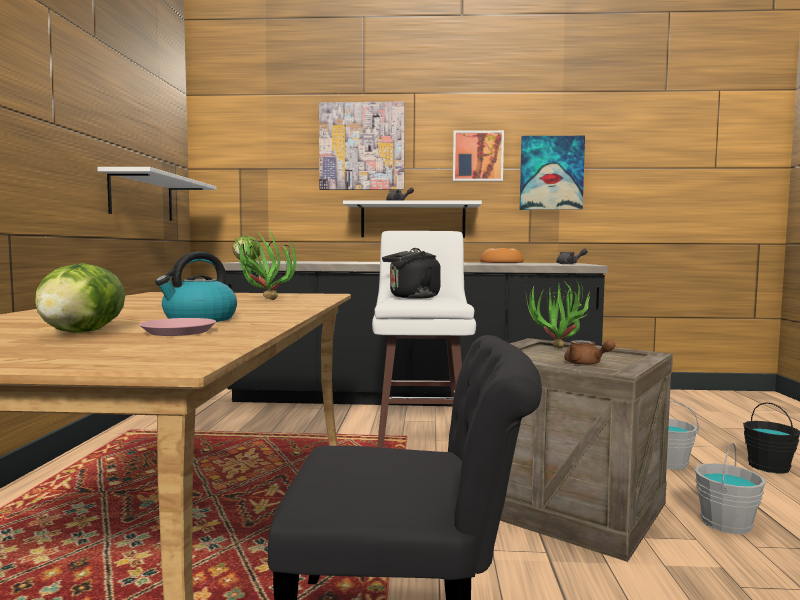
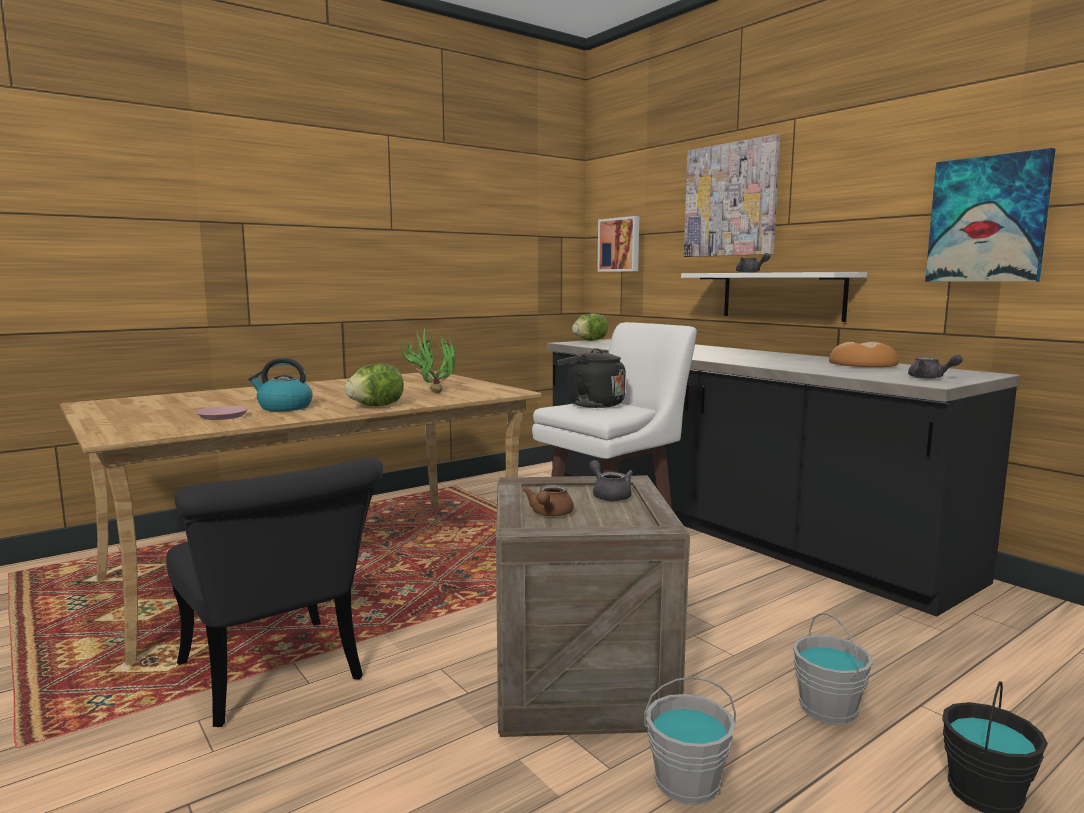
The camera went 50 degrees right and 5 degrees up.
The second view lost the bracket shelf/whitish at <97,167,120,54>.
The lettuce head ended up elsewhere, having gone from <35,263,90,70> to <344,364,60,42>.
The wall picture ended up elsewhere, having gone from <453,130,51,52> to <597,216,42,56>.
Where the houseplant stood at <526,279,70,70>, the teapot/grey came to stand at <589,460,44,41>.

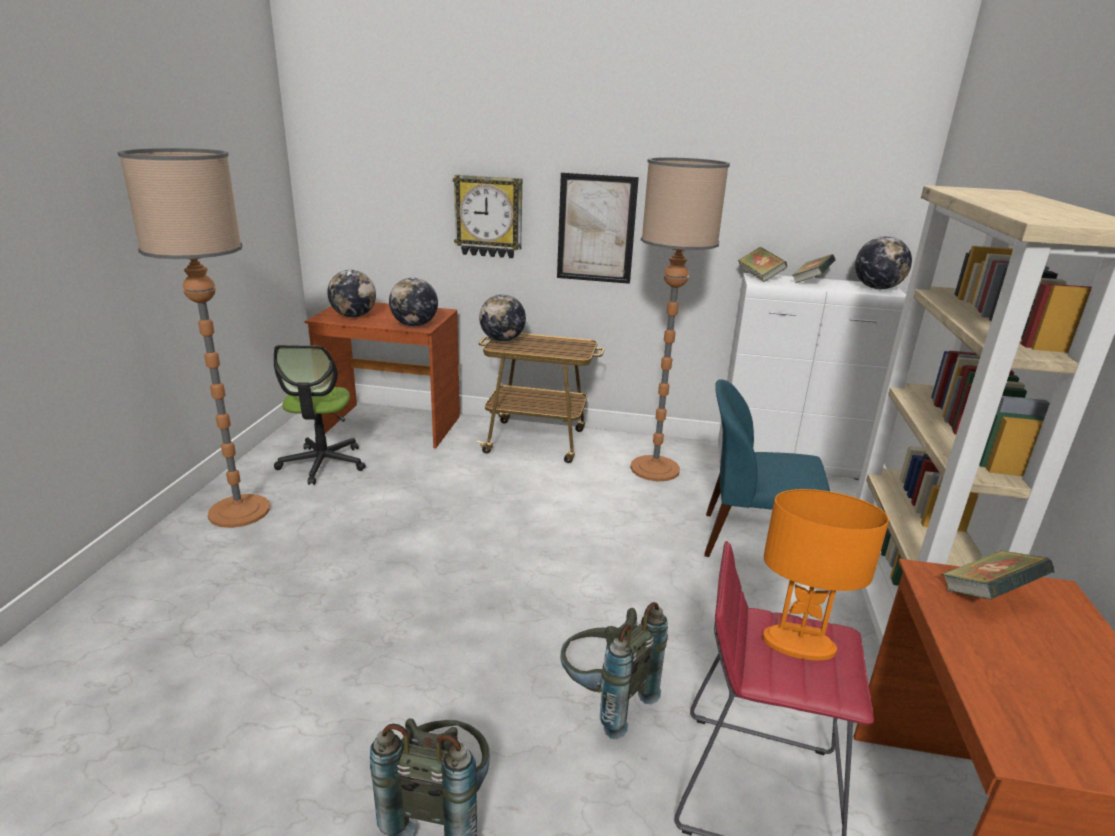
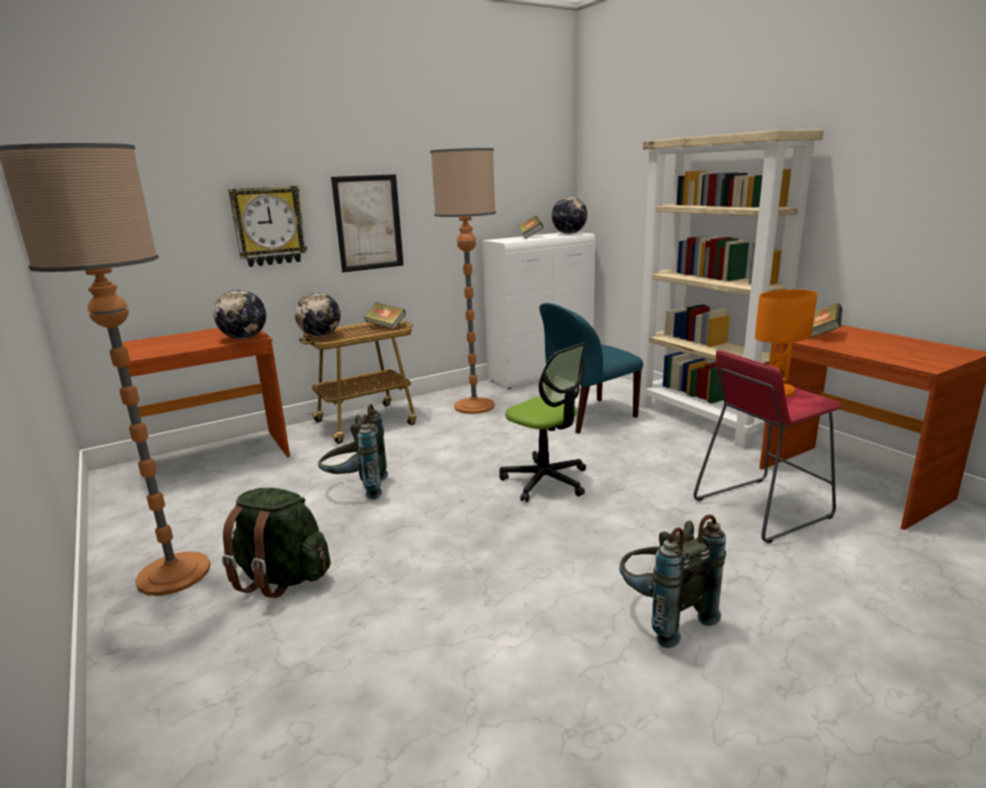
The camera went 40 degrees left and 5 degrees down.
The second view lost the desk globe at <327,270,49,47>.
The second view gained the backpack/greenish at <222,488,108,110>.
The desk chair ended up elsewhere, having gone from <274,345,92,140> to <499,343,87,159>.
The backpack/grey ended up elsewhere, having gone from <561,602,107,137> to <318,404,70,95>.
The volume ended up elsewhere, having gone from <738,247,49,35> to <364,302,42,28>.

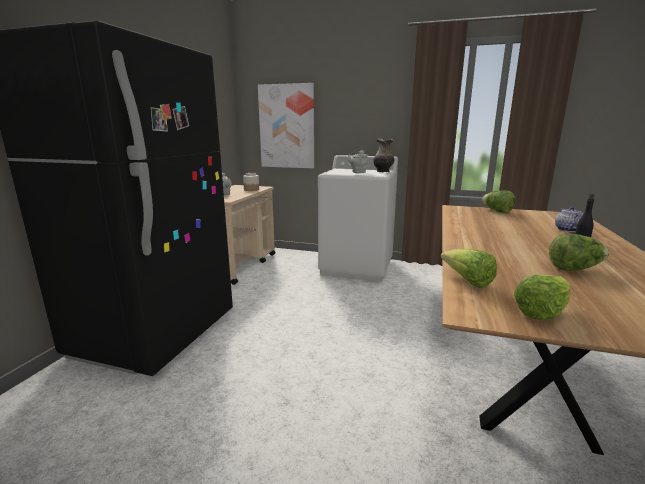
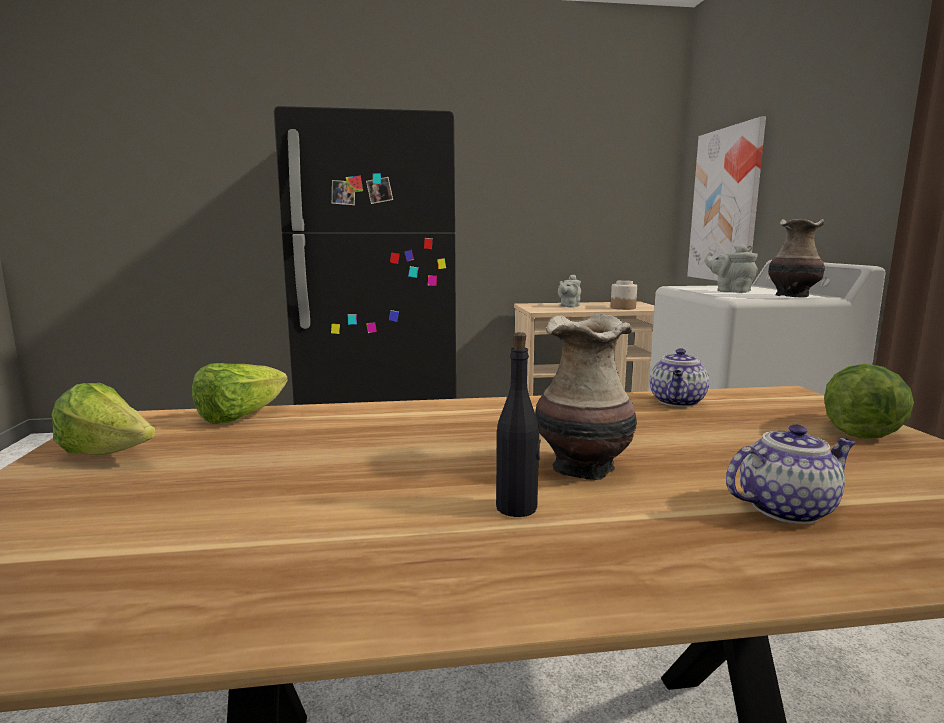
The camera went 65 degrees right and 5 degrees down.
The second view lost the lettuce head at <549,234,60,37>.
The second view gained the decorative vase at <535,314,102,166>.
The second view gained the teapot at <650,348,59,59>.

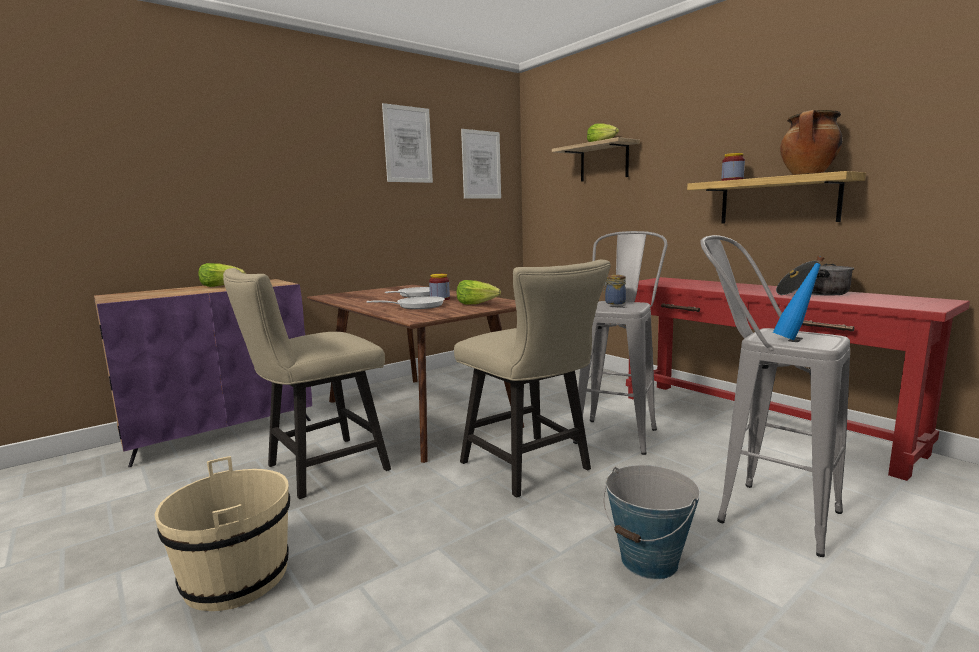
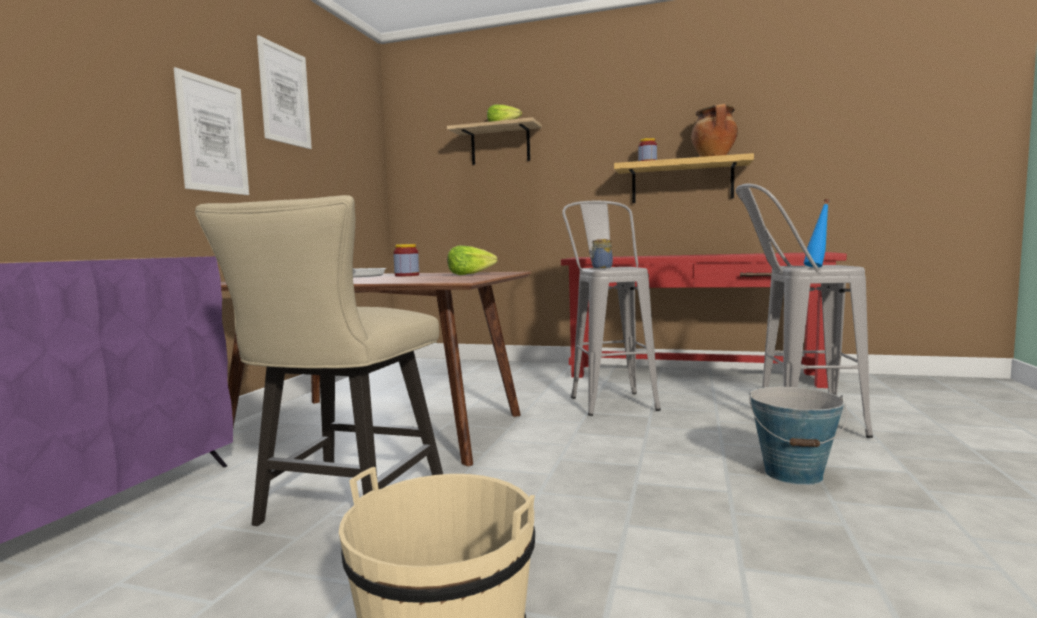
The camera went 35 degrees left and 5 degrees down.
The second view lost the lettuce head at <198,263,47,24>.
The second view lost the skillet at <366,296,79,13>.
The second view lost the plain chair/beige at <454,260,157,237>.
The second view lost the saucepot at <776,261,78,34>.
The wall picture ended up elsewhere, having gone from <461,129,40,70> to <174,67,75,128>.

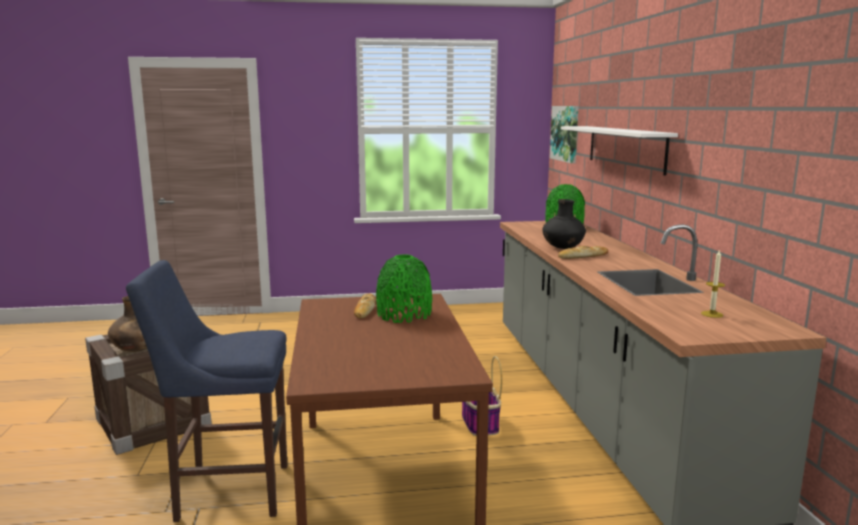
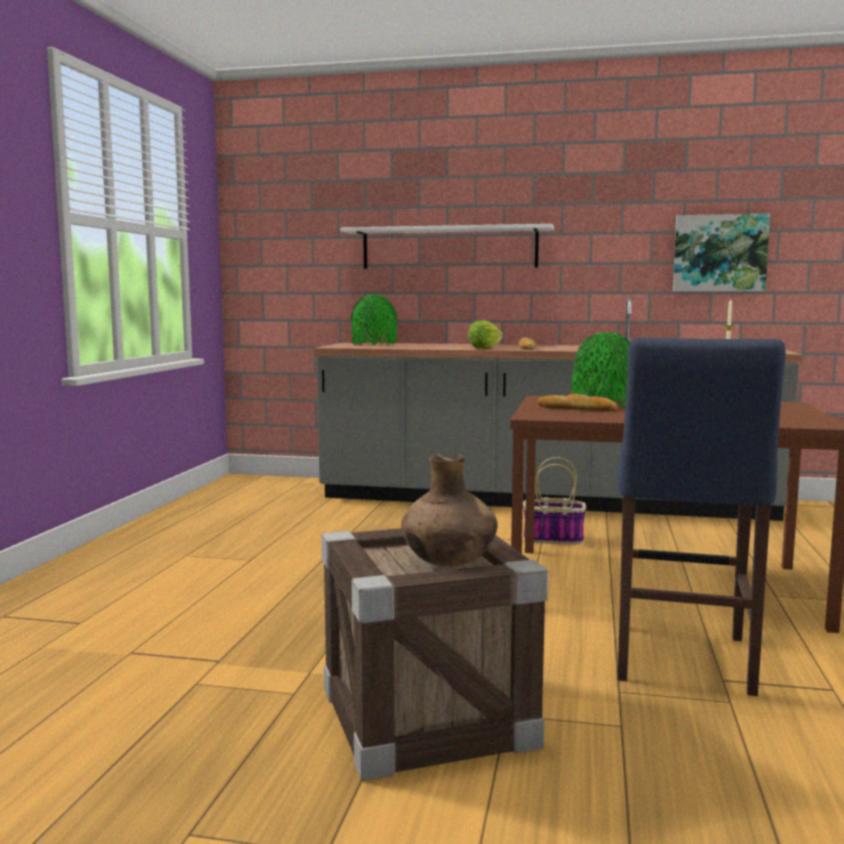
The camera went 70 degrees left and 5 degrees down.
The wall picture ended up elsewhere, having gone from <550,106,29,57> to <673,214,97,77>.
Where the decorative vase/blackish stood at <542,199,44,50>, the lettuce head came to stand at <468,320,35,29>.

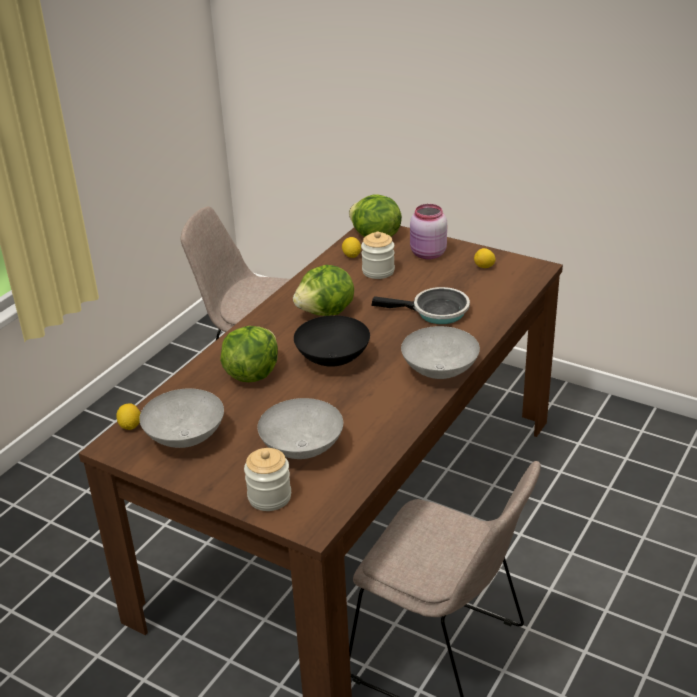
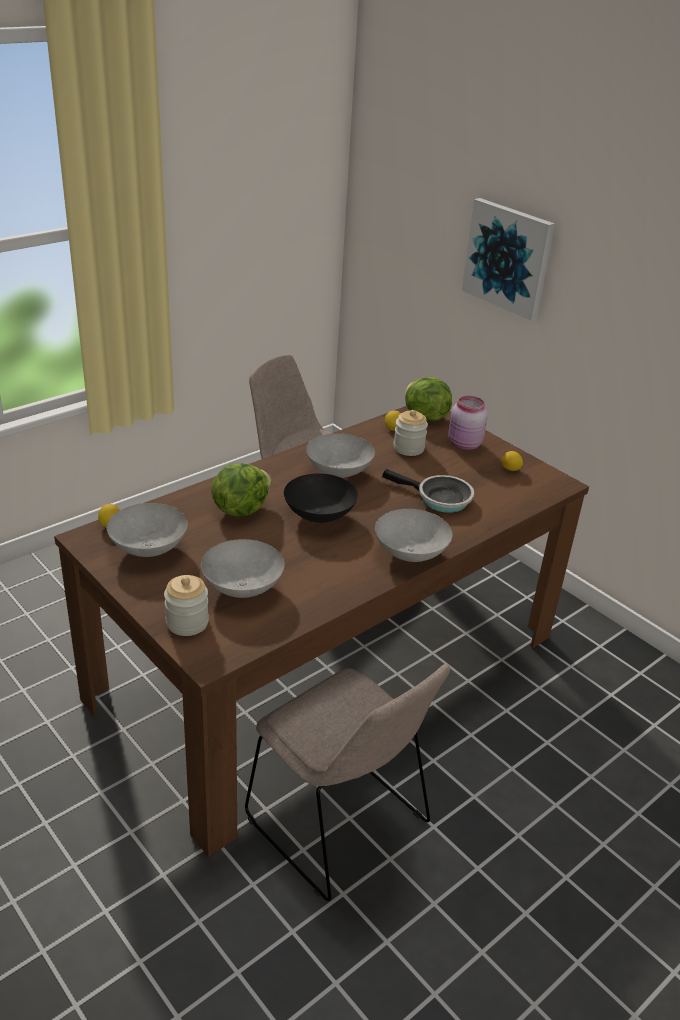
The camera went 15 degrees right and 0 degrees up.
The second view gained the wall picture at <462,198,93,123>.
Where the lettuce head stood at <293,265,61,51>, the deep dish/grey came to stand at <306,433,69,45>.

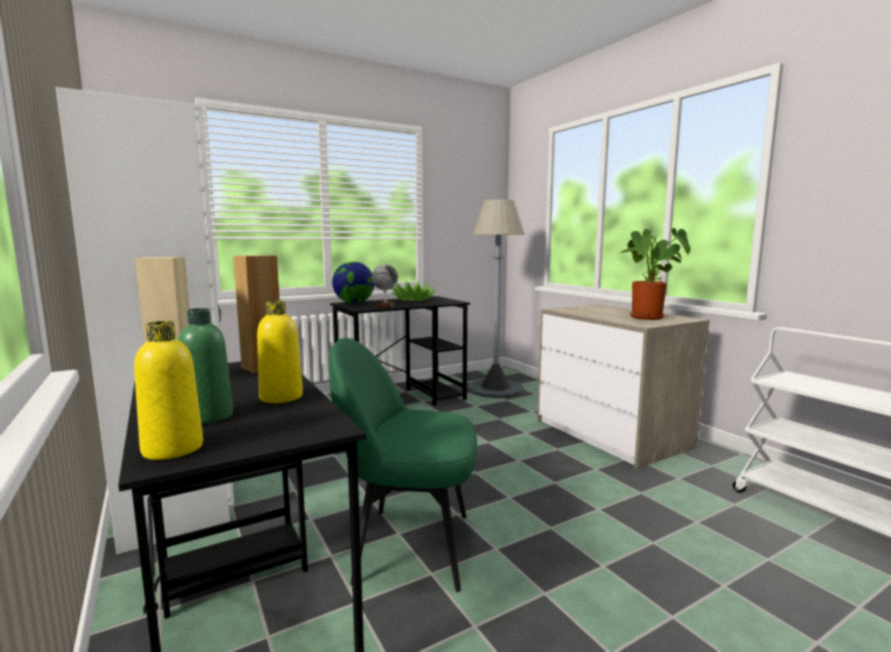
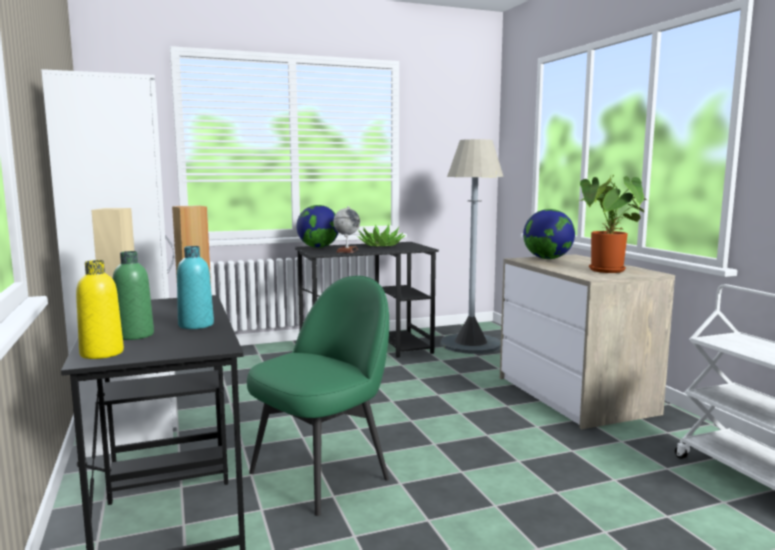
The camera went 10 degrees right and 0 degrees up.
The second view gained the desk globe at <523,209,52,50>.
What was the drink bottle/yellowish at <257,300,46,103> turned into the drink bottle/turquoise-coloured at <177,246,37,83>.
The plain chair/greenish at <329,338,148,254> ended up facing another way, 120 degrees clockwise from before.

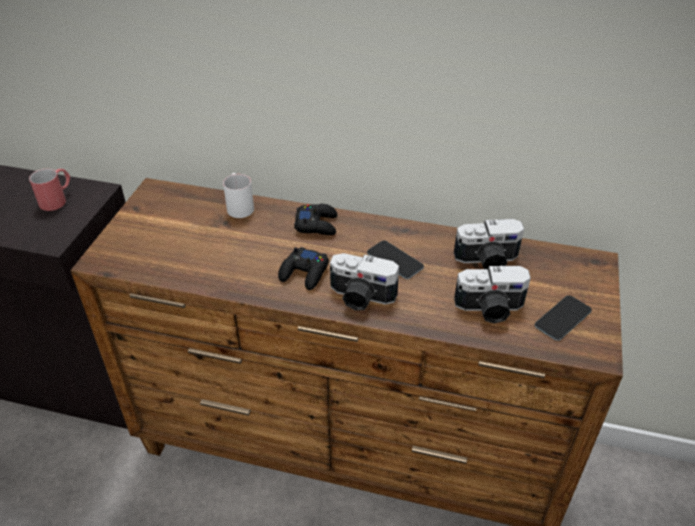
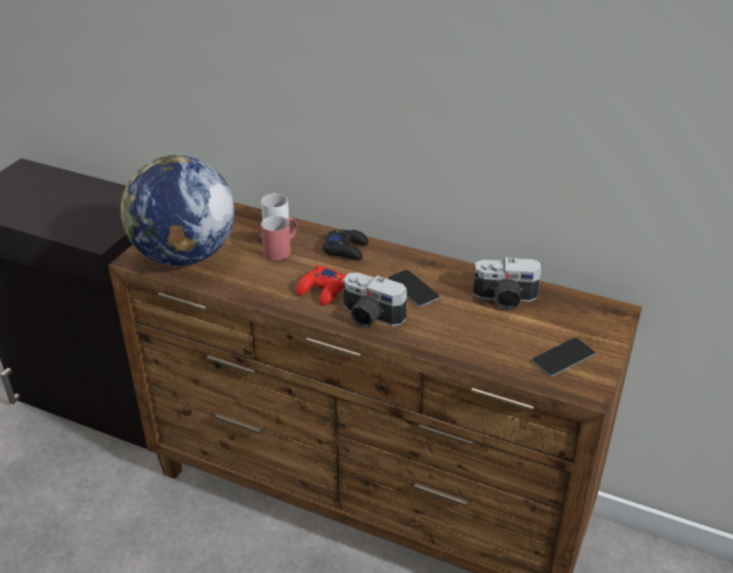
The camera went 10 degrees right and 5 degrees down.
The second view lost the still camera at <454,266,77,58>.
The second view gained the desk globe at <121,155,113,111>.
The coffee mug/red ended up elsewhere, having gone from <29,169,41,42> to <261,216,37,44>.
What was the game controller/blackish at <278,247,51,43> turned into the game controller/red at <296,265,50,41>.

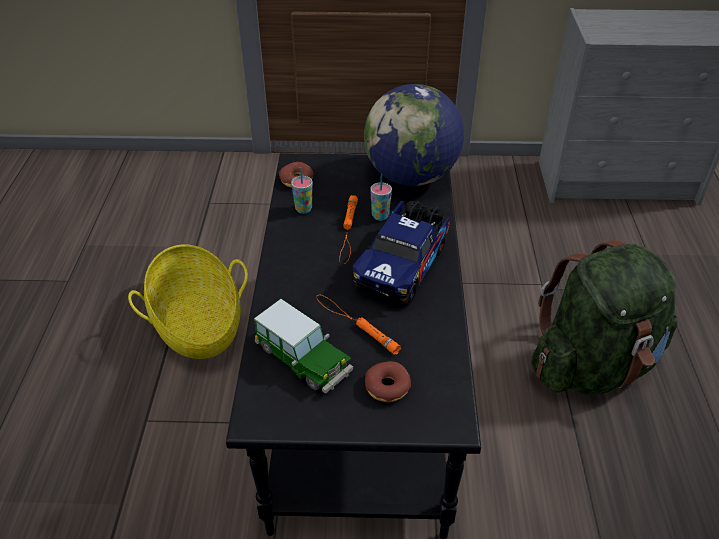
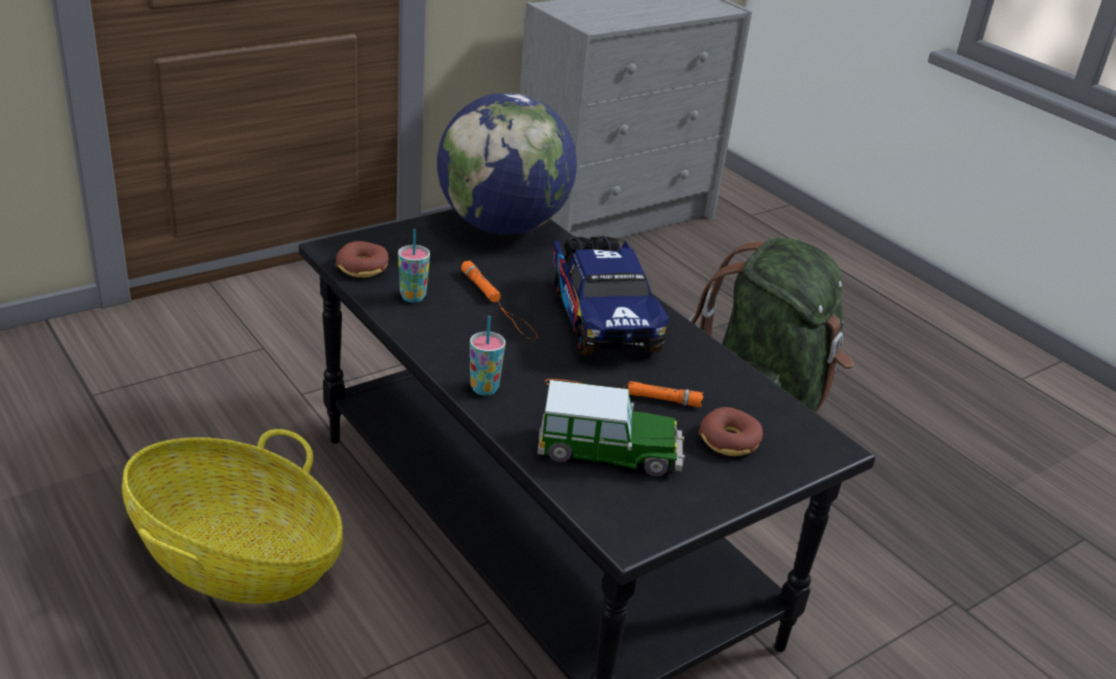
The camera went 40 degrees left and 10 degrees down.
The small cup ended up elsewhere, having gone from <370,174,22,47> to <470,316,36,80>.

